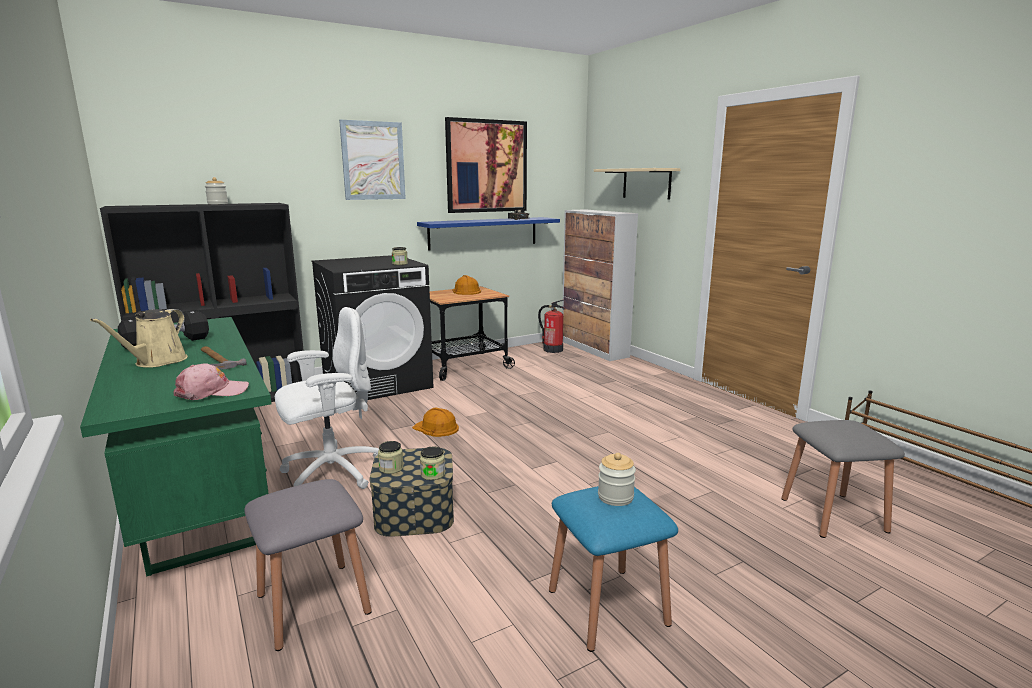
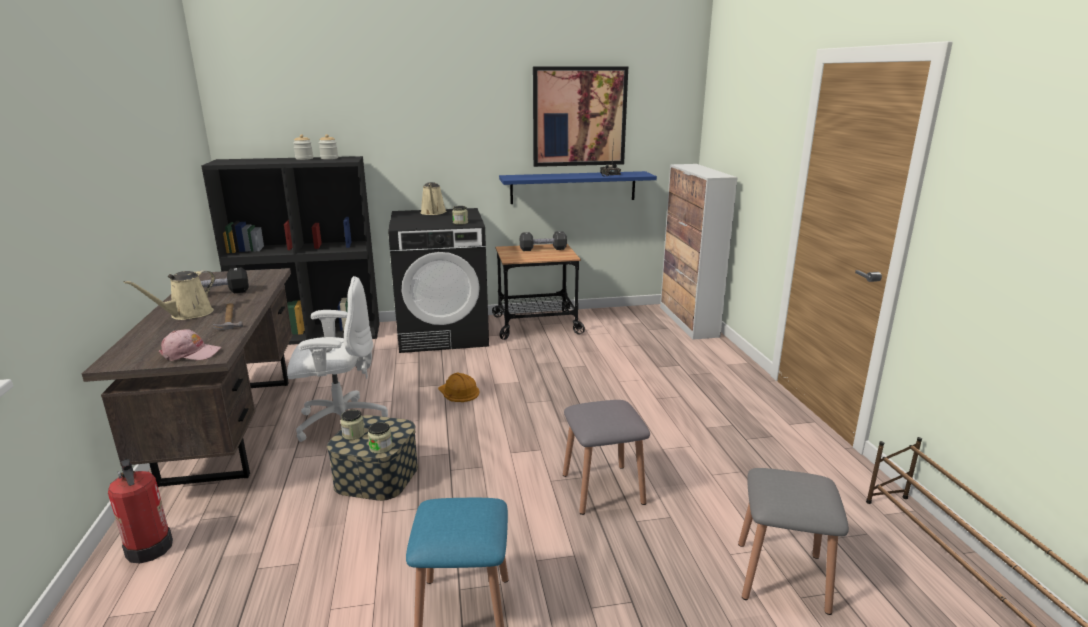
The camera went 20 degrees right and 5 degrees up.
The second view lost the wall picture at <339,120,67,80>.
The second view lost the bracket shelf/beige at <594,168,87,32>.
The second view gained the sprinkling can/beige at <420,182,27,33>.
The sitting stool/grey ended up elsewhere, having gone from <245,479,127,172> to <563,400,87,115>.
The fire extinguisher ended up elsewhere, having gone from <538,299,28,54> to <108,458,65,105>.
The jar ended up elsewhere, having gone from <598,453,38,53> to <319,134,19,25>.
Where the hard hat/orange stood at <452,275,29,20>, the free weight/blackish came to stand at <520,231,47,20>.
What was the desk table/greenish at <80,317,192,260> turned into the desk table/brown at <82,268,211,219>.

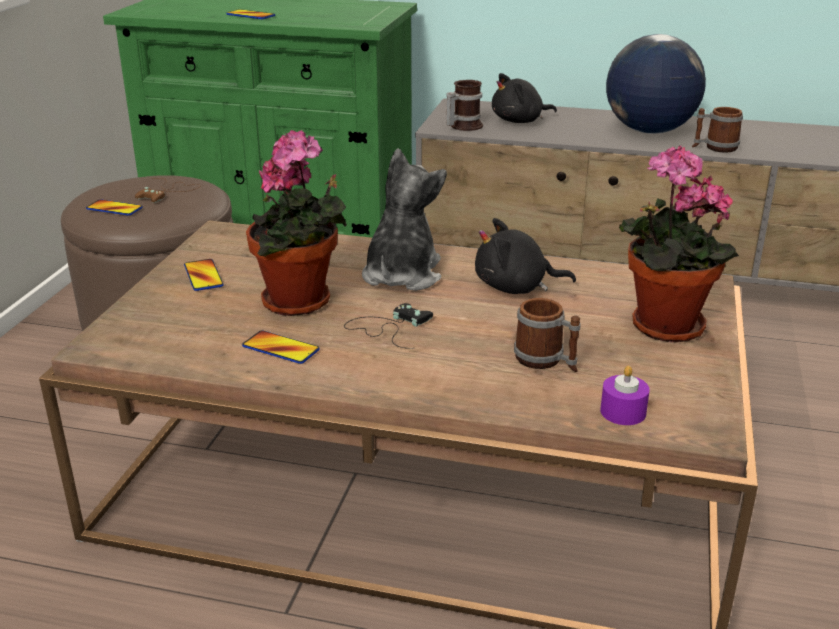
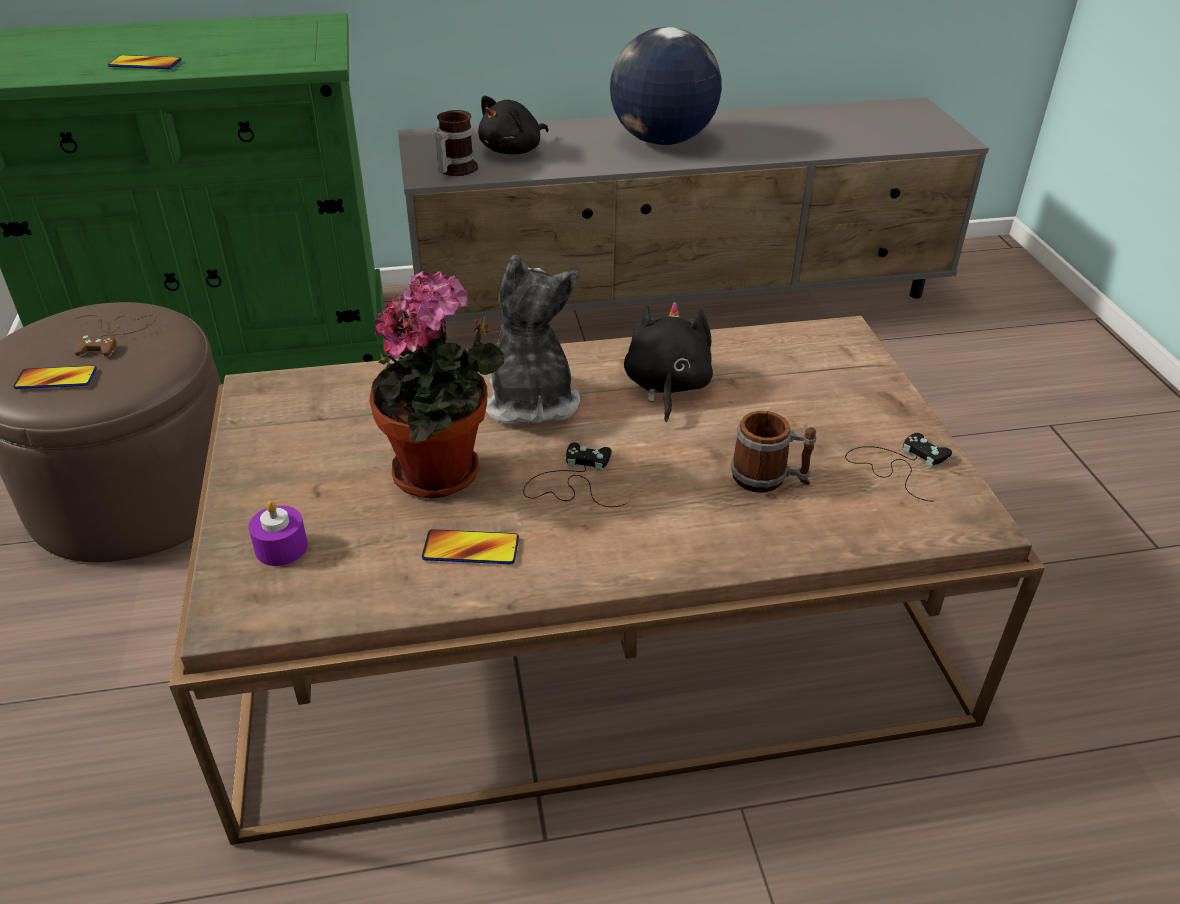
The camera went 25 degrees left and 10 degrees up.
The second view lost the handset at <184,259,40,32>.
The second view lost the houseplant at <619,146,120,196>.
The second view lost the coffee mug at <692,107,51,46>.
The second view gained the game controller/blackish at <845,433,107,69>.
The wax light/purplish ended up elsewhere, having gone from <600,366,50,59> to <248,501,60,65>.
The plush toy/blackish at <475,218,101,76> ended up facing another way, 120 degrees clockwise from before.

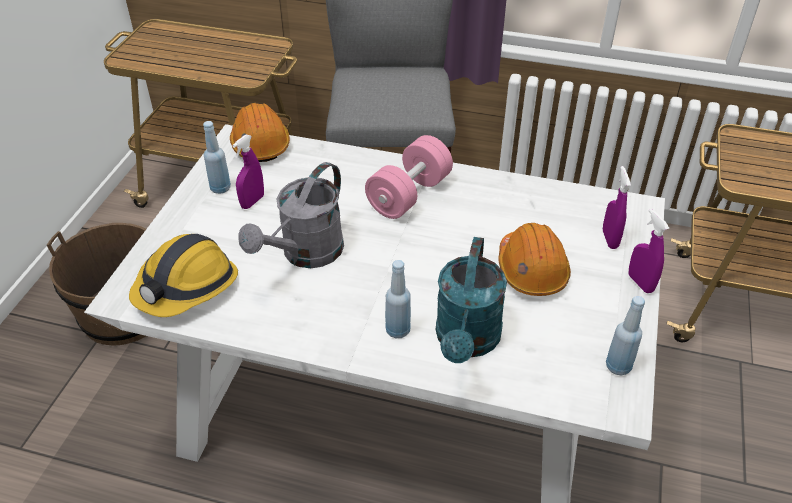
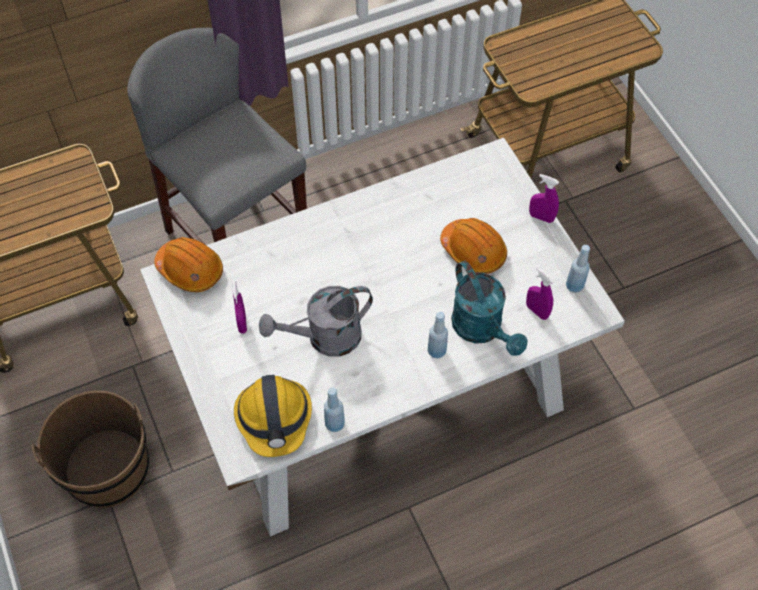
The camera went 40 degrees left and 15 degrees up.
The second view lost the free weight/pink-coloured at <365,135,88,84>.
The drink bottle/blue ended up elsewhere, having gone from <203,121,28,73> to <324,387,21,45>.
The sprayer/purplish ended up elsewhere, having gone from <603,166,28,83> to <526,268,28,52>.
The sprinkling can/grey at <238,162,106,106> ended up facing another way, 75 degrees clockwise from before.

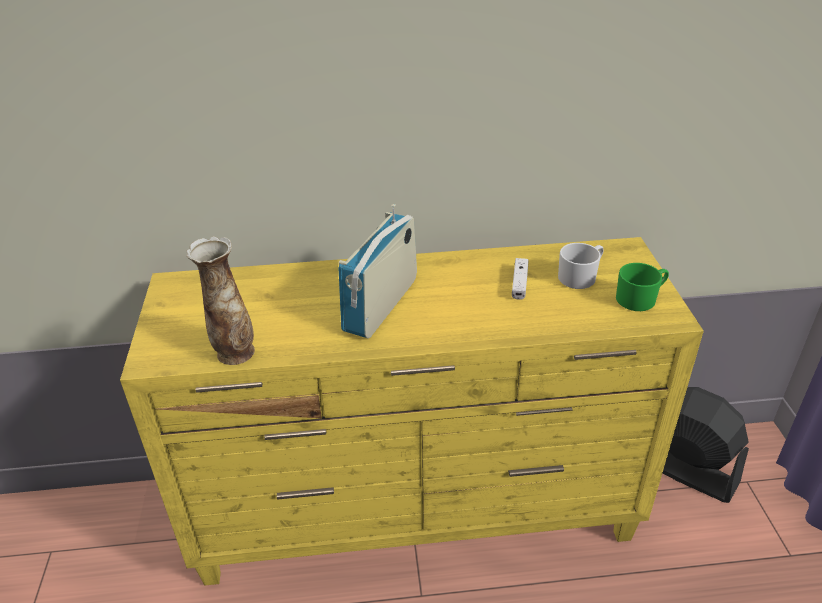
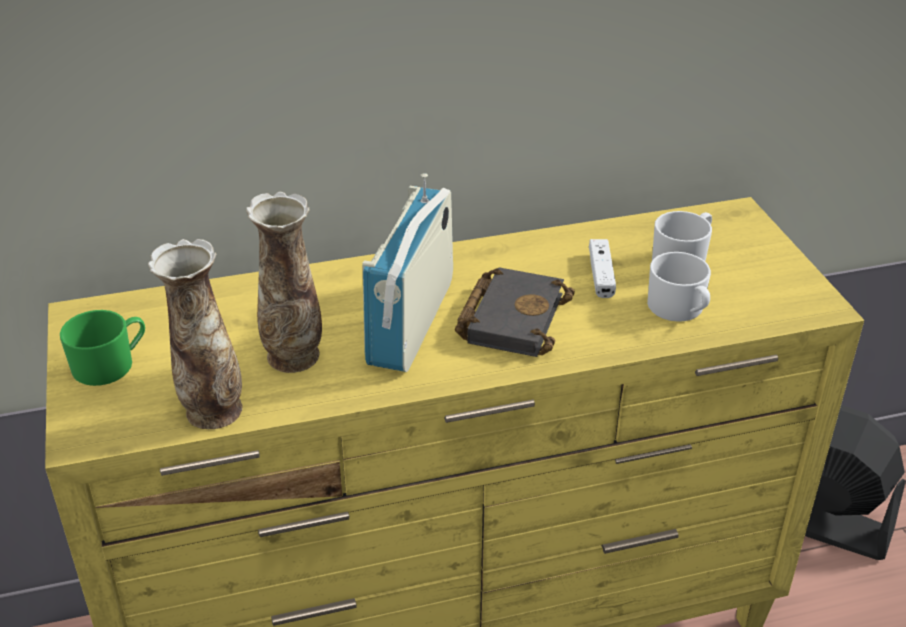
The camera went 10 degrees left and 0 degrees up.
The second view gained the decorative vase at <246,191,76,182>.
The second view gained the volume/blackish at <455,267,120,90>.
The second view gained the coffee mug/whitish at <647,252,64,70>.
The coffee mug/greenish ended up elsewhere, having gone from <616,263,53,48> to <60,310,85,76>.

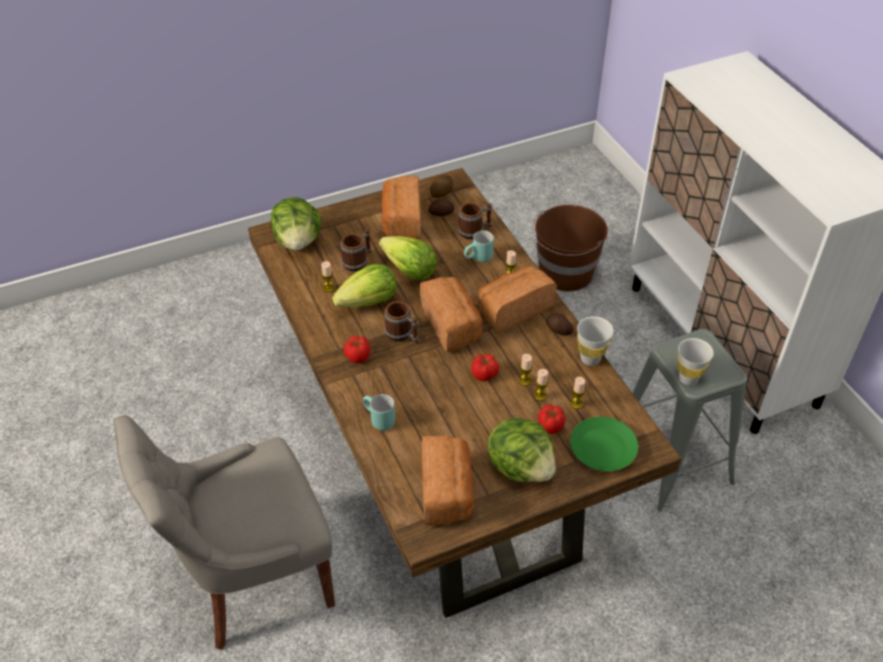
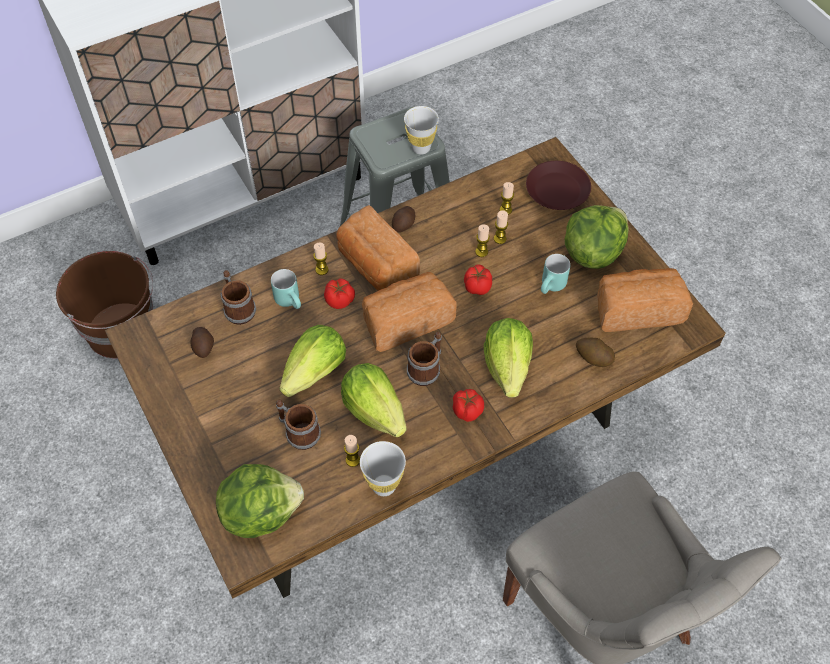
The camera went 95 degrees left and 10 degrees up.
The second view lost the bread at <382,175,39,64>.
The second view gained the lettuce head at <484,318,49,80>.
The coffee mug/turquoise-coloured ended up elsewhere, having gone from <363,394,32,36> to <541,254,29,40>.
The spud ended up elsewhere, having gone from <430,175,23,23> to <576,338,39,29>.
The fresh tomato ended up elsewhere, having gone from <538,405,27,29> to <324,278,31,31>.
The small cup/whitish ended up elsewhere, having gone from <577,316,37,50> to <360,441,46,55>.
What was the dinner plate/greenish at <570,417,68,54> turned into the dinner plate/brown at <526,161,65,49>.

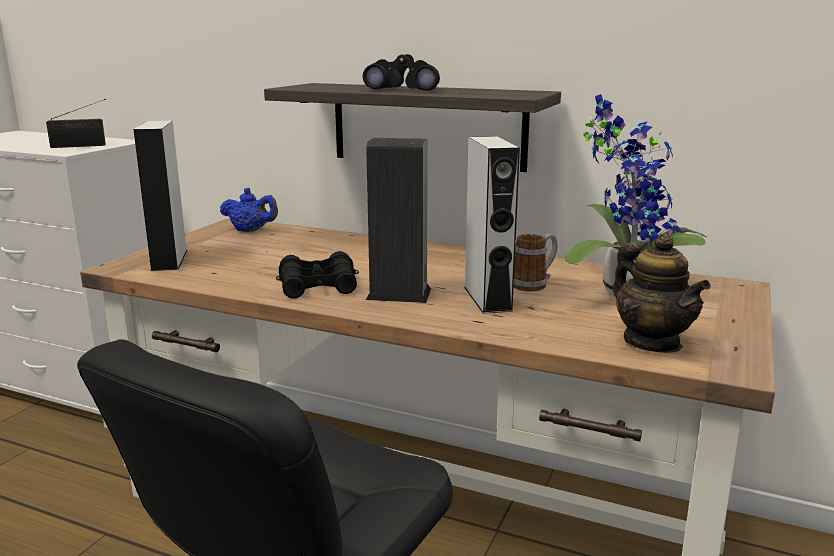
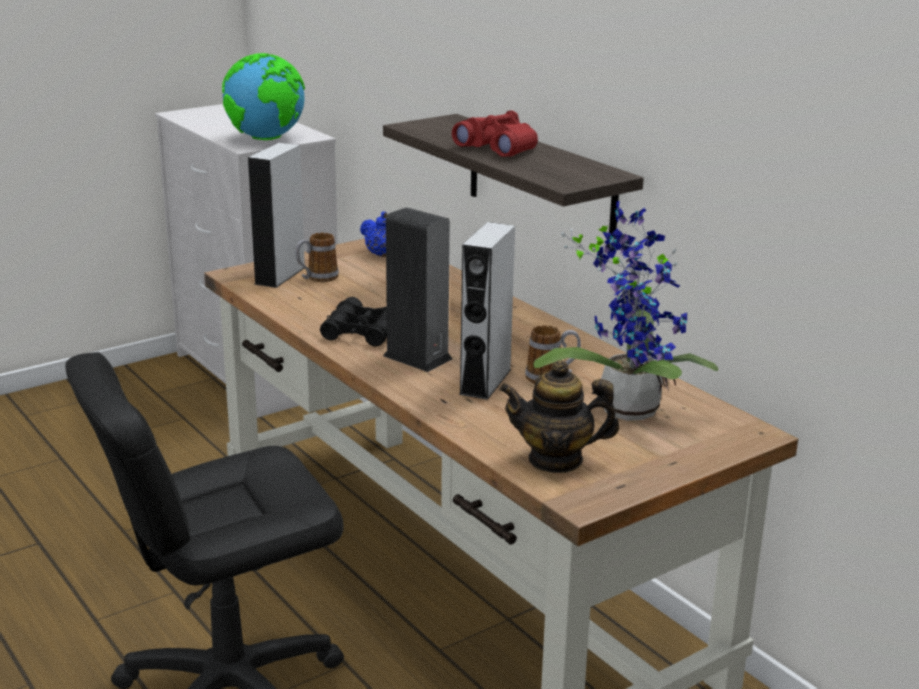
The camera went 30 degrees right and 5 degrees up.
The second view gained the coffee mug at <295,232,44,50>.
Where the radio set stood at <46,99,60,49>, the desk globe came to stand at <222,53,83,87>.
What was the pair of binoculars/blackish at <363,54,77,37> turned into the pair of binoculars/red at <452,110,86,47>.
The teapot at <613,234,98,119> ended up facing another way, 90 degrees clockwise from before.

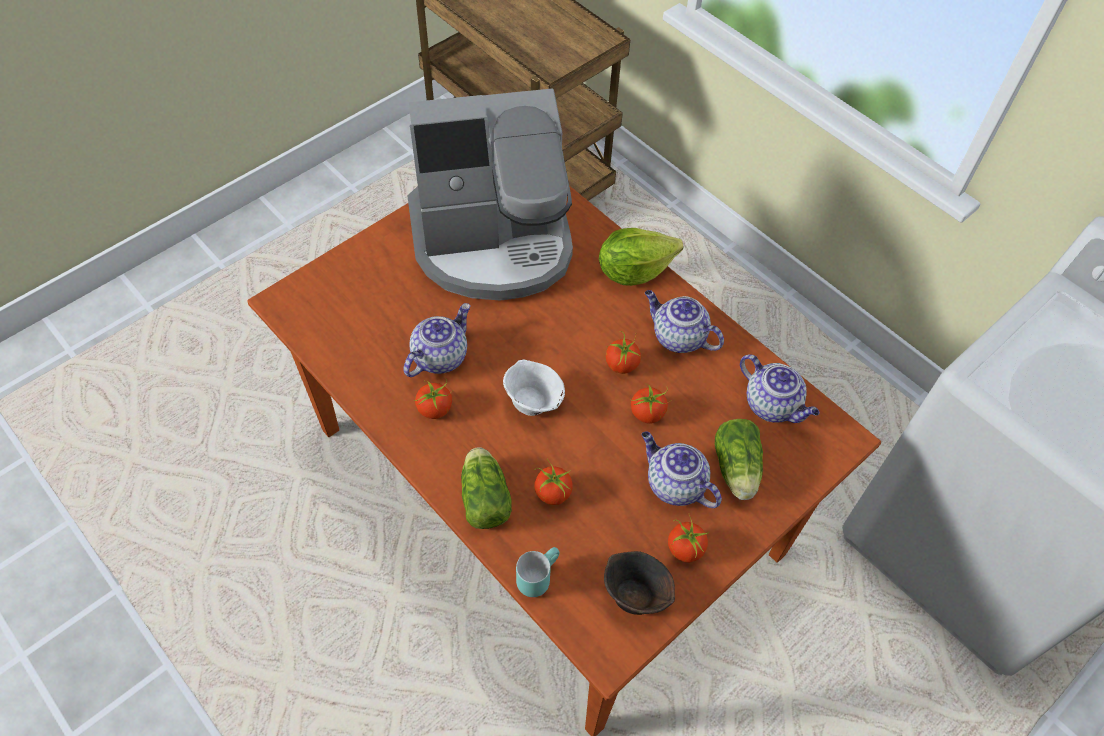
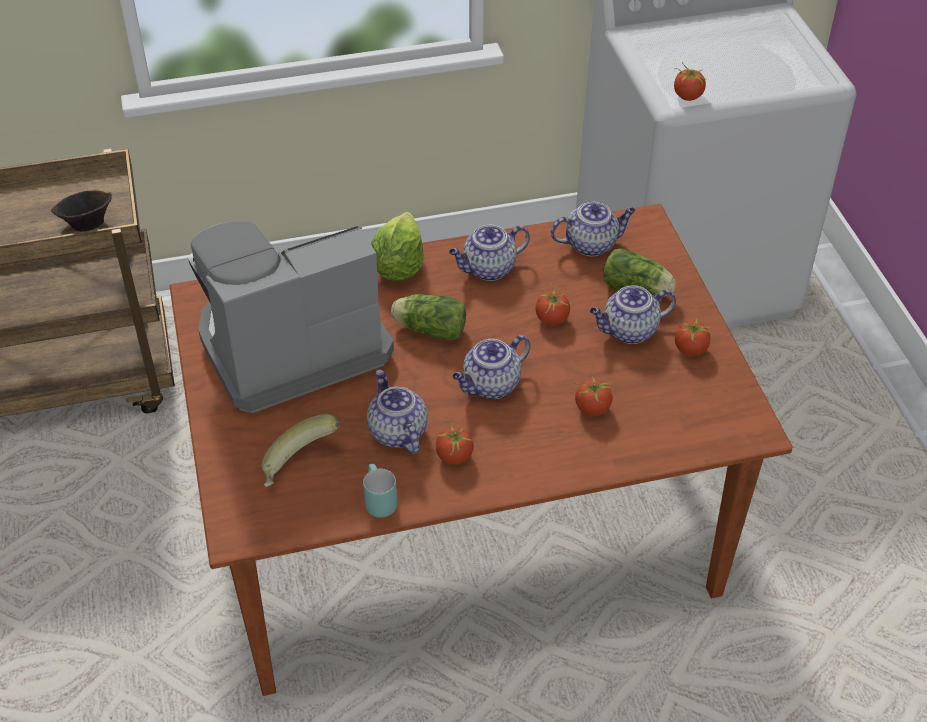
The camera went 60 degrees left and 10 degrees down.
The second view gained the whole banana at <262,414,78,73>.
The lettuce head ended up elsewhere, having gone from <461,447,51,82> to <391,294,75,46>.
The coffee mug/turquoise-coloured ended up elsewhere, having gone from <516,547,44,50> to <363,464,34,54>.
The deep dish/brown ended up elsewhere, having gone from <604,551,71,64> to <51,190,61,42>.
The fresh tomato ended up elsewhere, having gone from <606,331,35,43> to <674,63,32,38>.
Where the deep dish/whitish stood at <503,359,62,57>, the teapot came to stand at <452,335,78,64>.
The coffee maker at <407,88,166,213> ended up facing another way, 135 degrees counterclockwise from before.

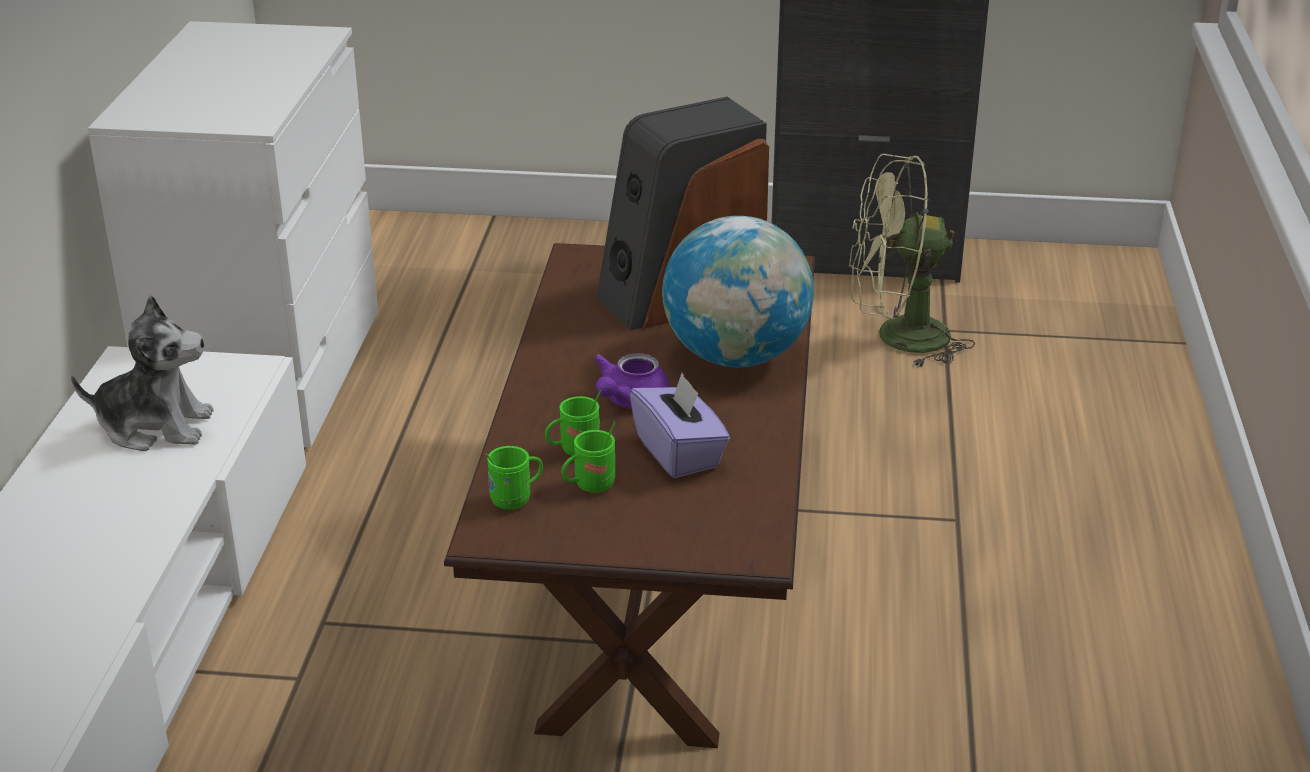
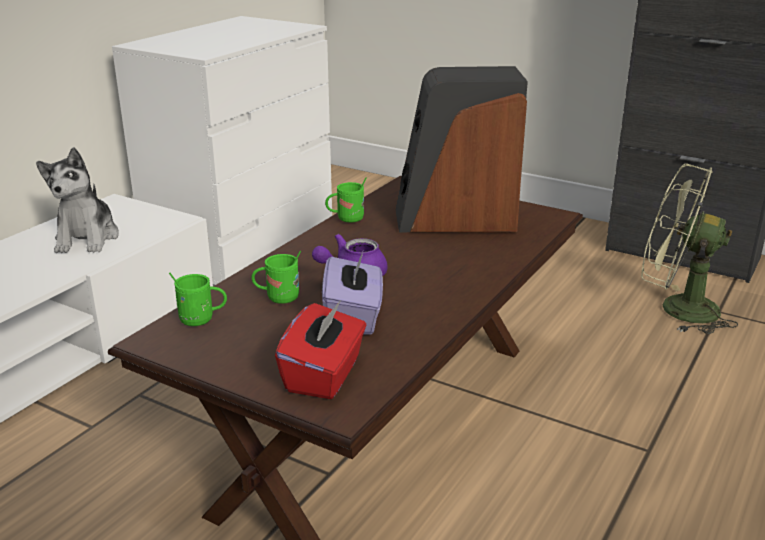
The camera went 25 degrees right and 5 degrees down.
The second view lost the desk globe at <662,216,152,151>.
The second view gained the tissue holder/red at <275,302,91,97>.
The coffee mug/greenish ended up elsewhere, having gone from <561,422,55,71> to <325,178,41,45>.
The plush toy at <71,295,143,156> ended up facing another way, 60 degrees clockwise from before.

